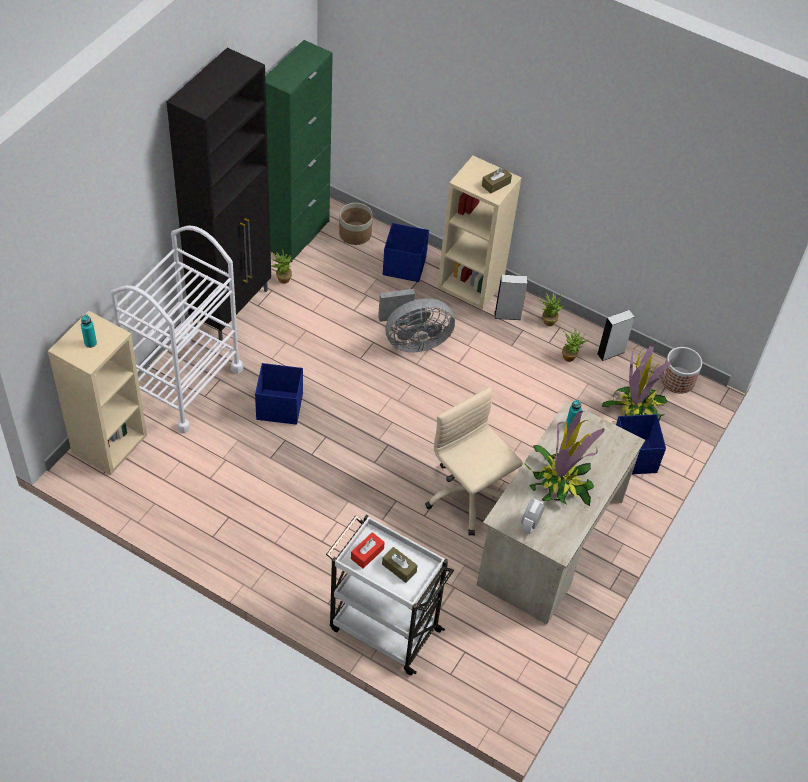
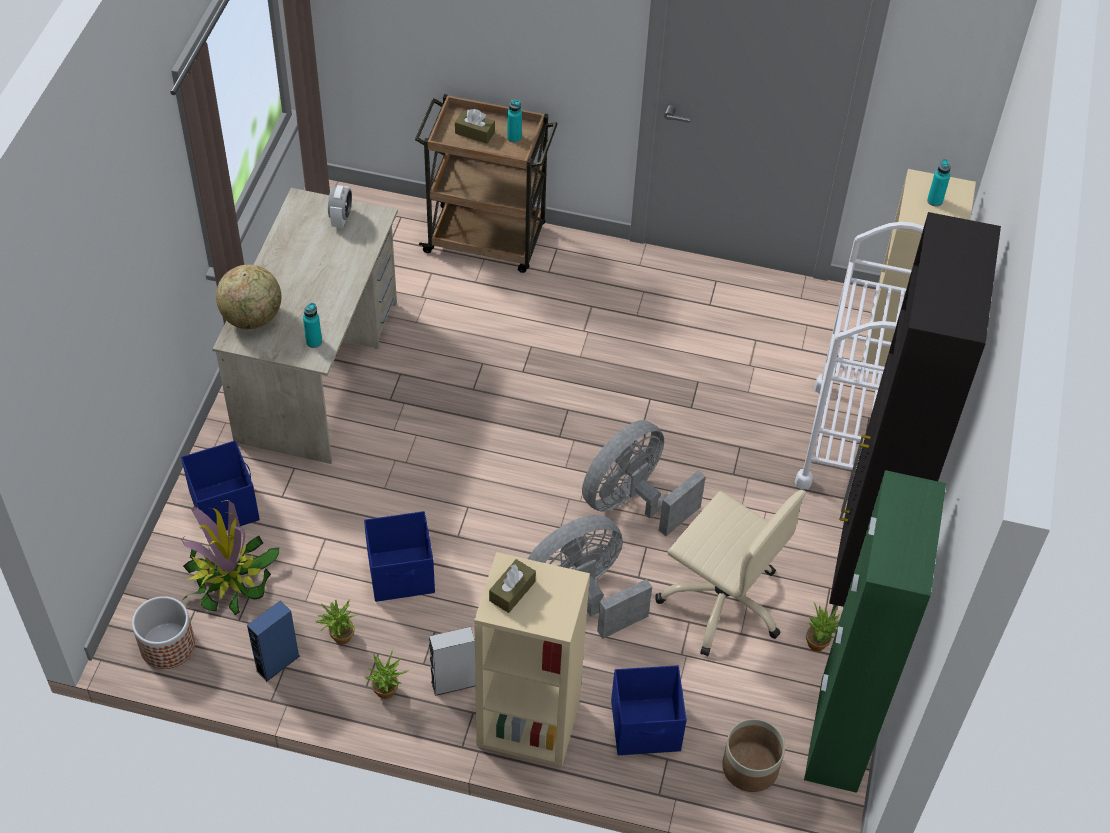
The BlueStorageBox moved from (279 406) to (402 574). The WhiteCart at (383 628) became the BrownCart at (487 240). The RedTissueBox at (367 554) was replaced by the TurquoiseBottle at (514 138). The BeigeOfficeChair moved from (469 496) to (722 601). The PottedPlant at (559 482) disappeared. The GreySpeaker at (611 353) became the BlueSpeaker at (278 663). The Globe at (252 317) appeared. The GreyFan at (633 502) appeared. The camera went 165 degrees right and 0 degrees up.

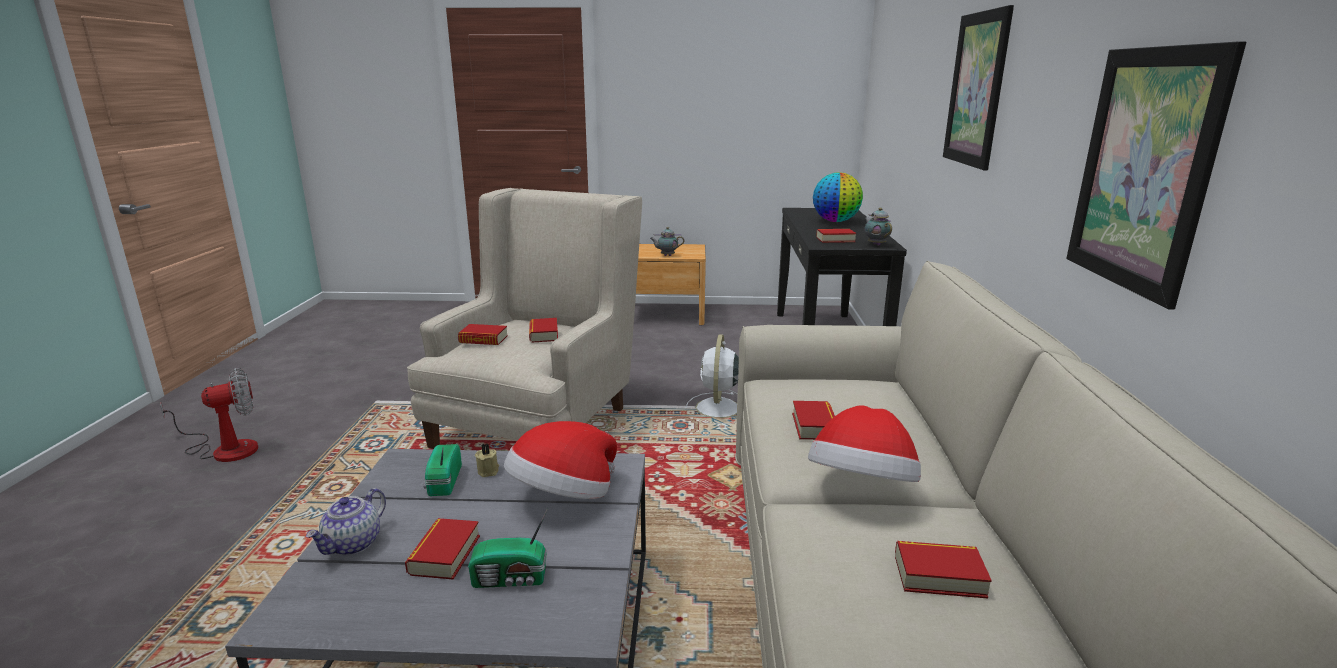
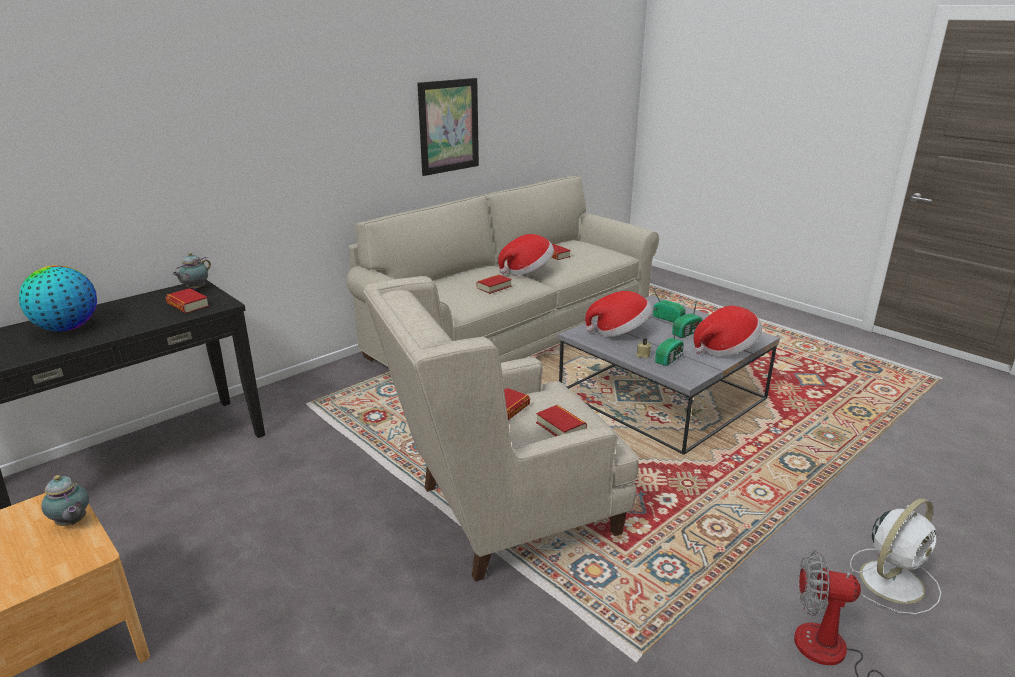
The Teapot at (353 544) was replaced by the Hat at (725 349). The Book at (444 555) was replaced by the Radio at (688 332). The WhiteFan moved from (717 409) to (893 580). The Picture at (976 89) disappeared. The camera went 135 degrees left and 5 degrees up.

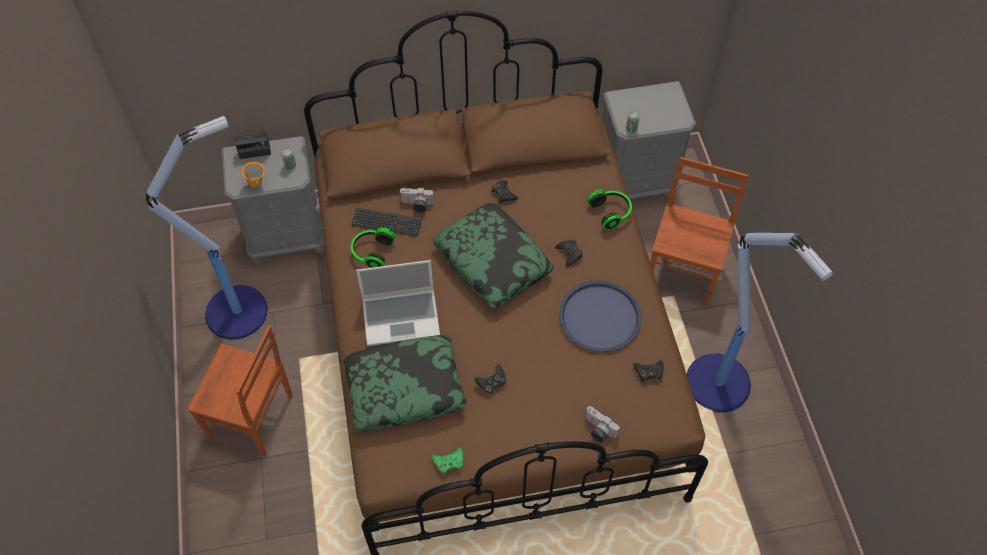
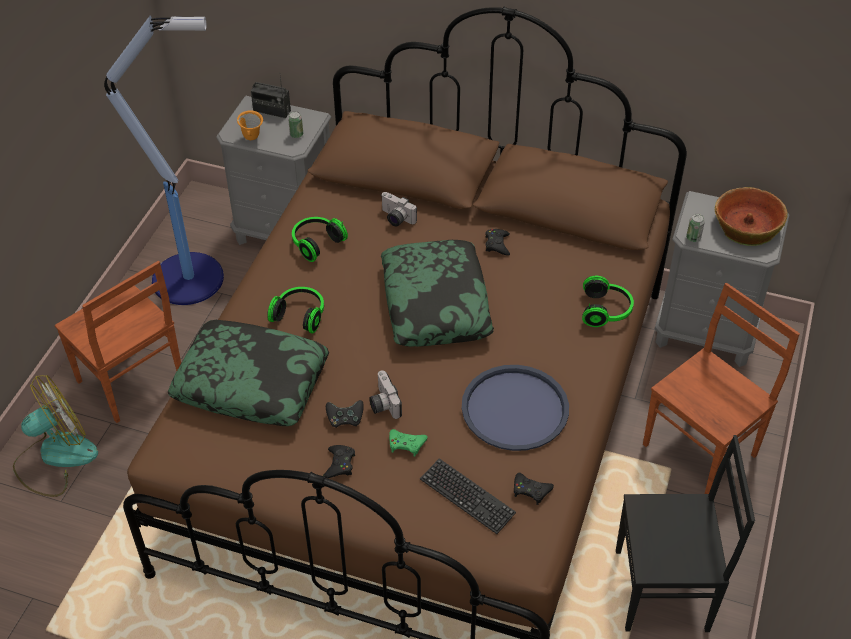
The Keyboard moved from (386 223) to (467 497). The Laptop at (402 317) was replaced by the Headphones at (300 315). The GreenGameController moved from (449 462) to (406 444). The BlackGameController moved from (569 254) to (339 464). The PhotoCamera moved from (598 430) to (382 403). The FloorLamp at (720 385) was replaced by the BlackChair at (663 591). The Fan at (55 457) appeared. The Bowl at (747 225) appeared. The camera went 30 degrees right and 10 degrees down.

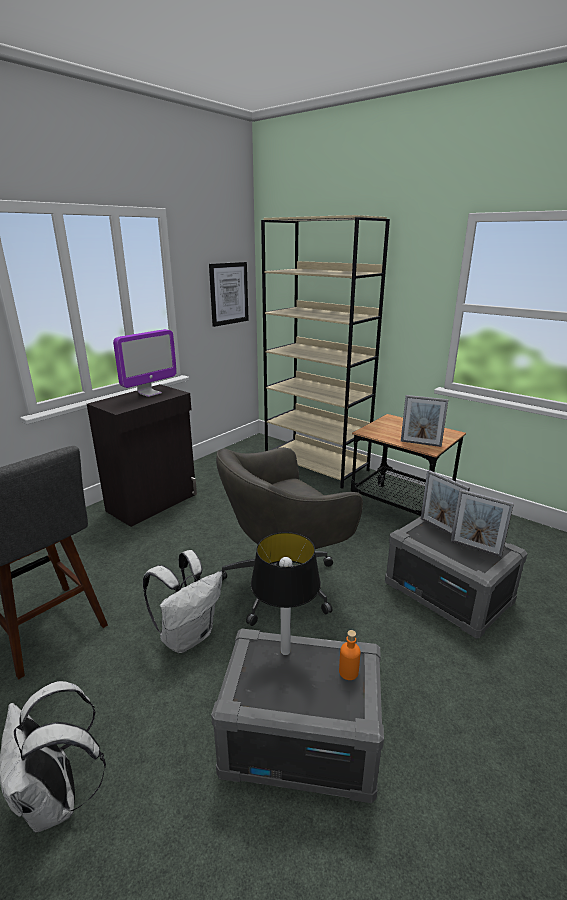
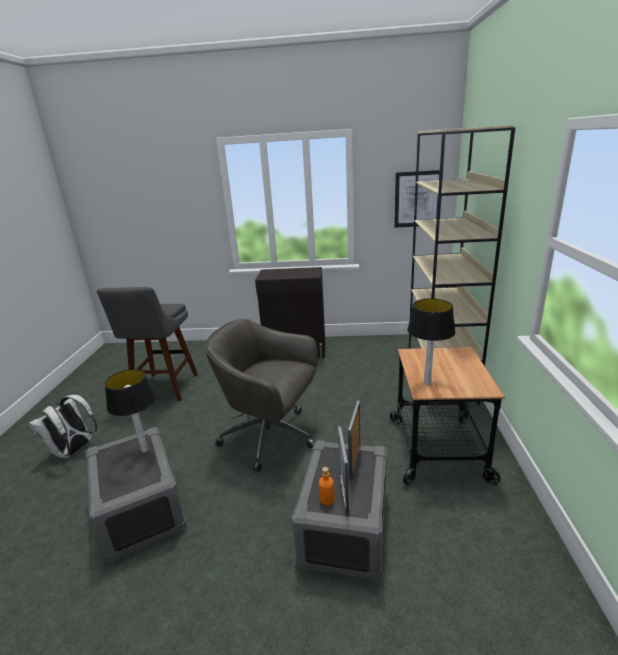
The Monitor at (149 393) disappeared. The WhiteBackpack at (188 636) disappeared. The OrangeBottle moved from (348 672) to (327 499). The PictureFrame at (420 443) was replaced by the TableLamp at (428 382). The camera went 55 degrees right and 0 degrees up.

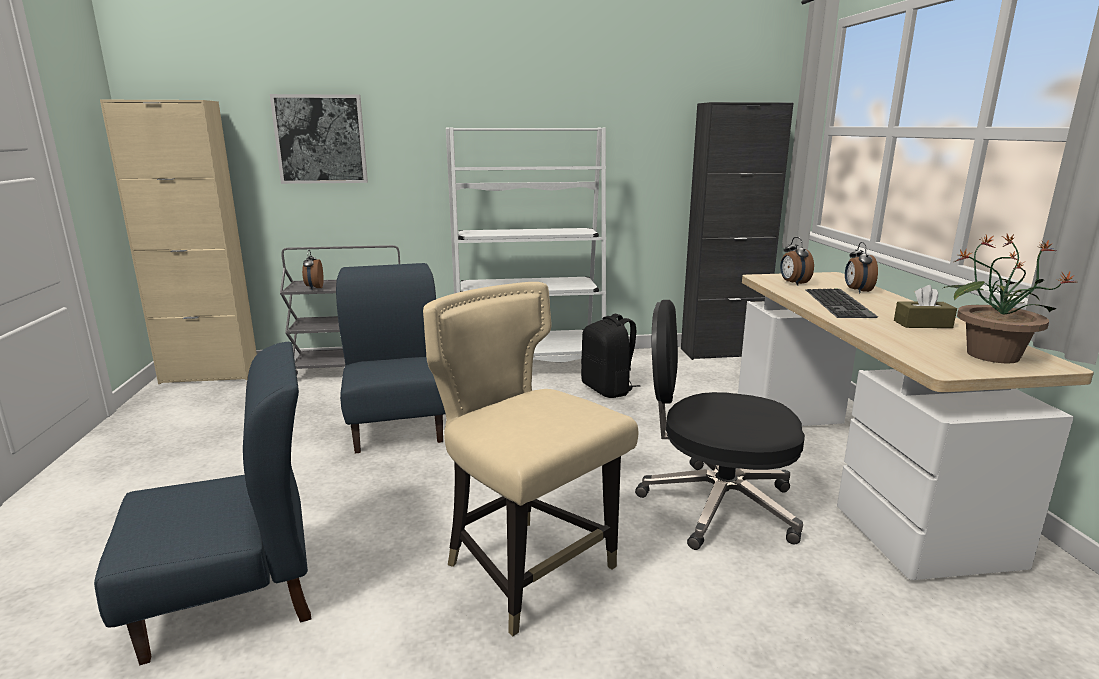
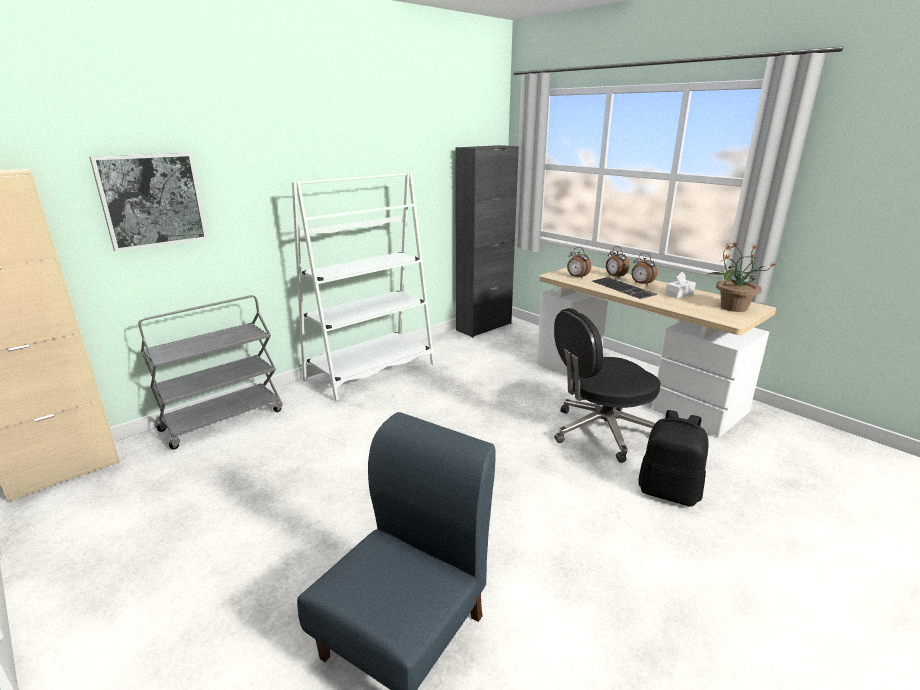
The AlarmClock moved from (314 288) to (641 284). The BlueChair at (398 426) disappeared. The BeigeChair at (528 570) disappeared. The BlackBackpack moved from (608 389) to (669 492). The BrownTissueBox at (922 324) became the WhiteTissueBox at (679 294). The camera went 35 degrees left and 5 degrees up.

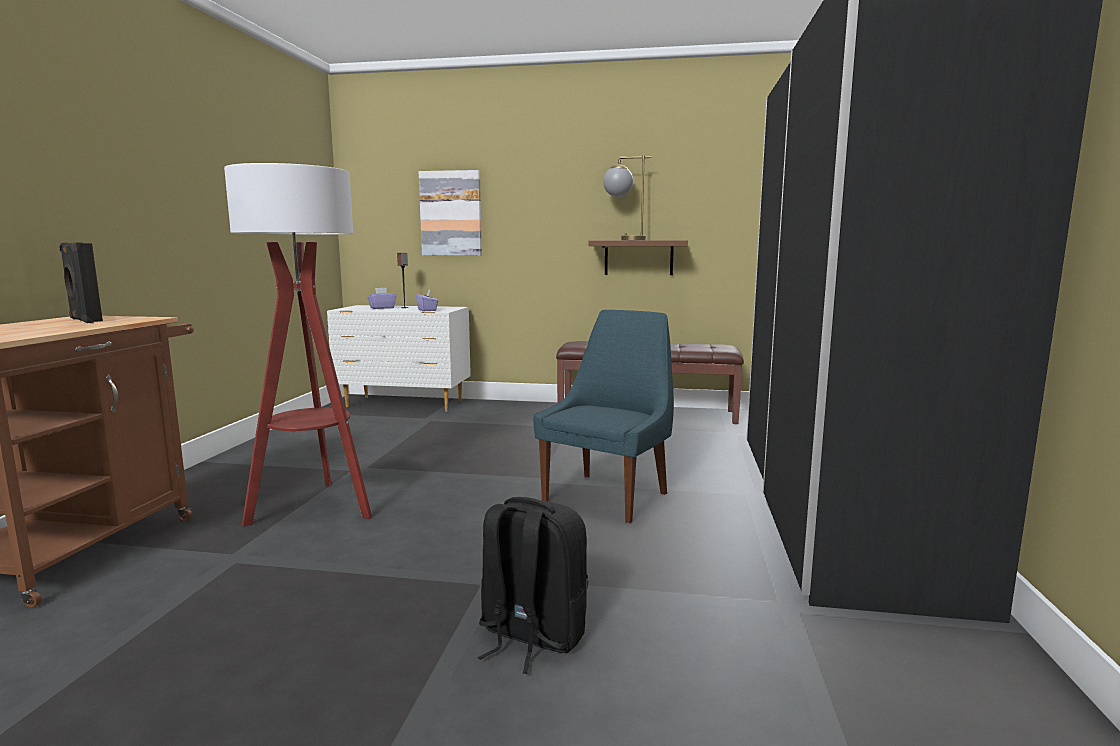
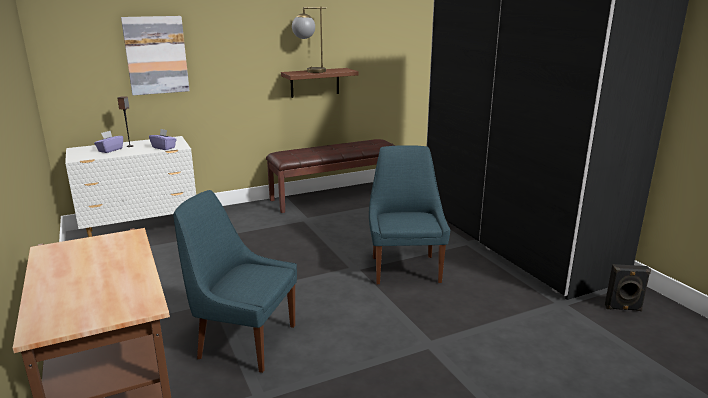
The BlackSpeaker moved from (84 320) to (623 308). The FloorLamp at (315 508) was replaced by the BlueChair at (244 341). The BlackBackpack at (531 636) disappeared. The camera went 35 degrees left and 10 degrees up.

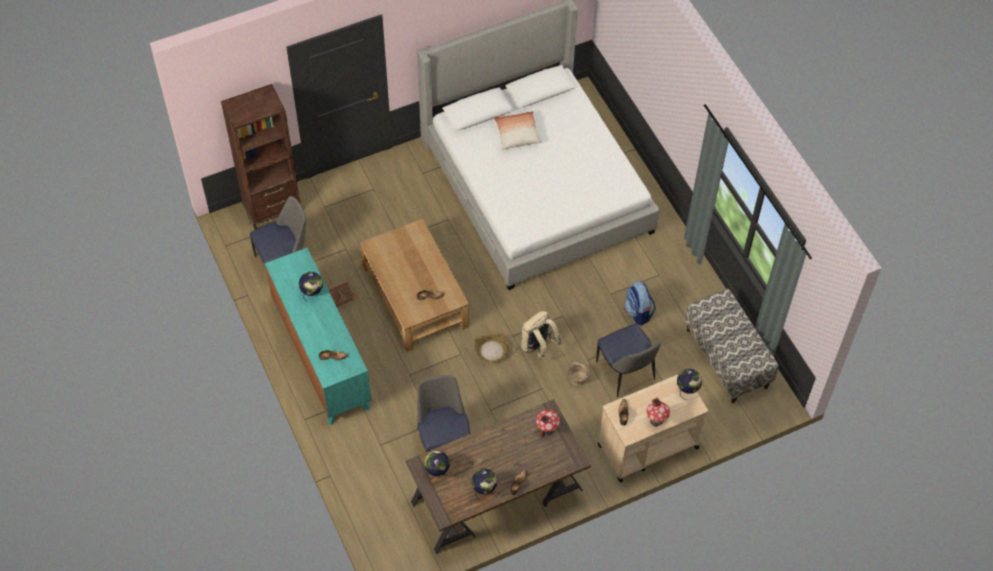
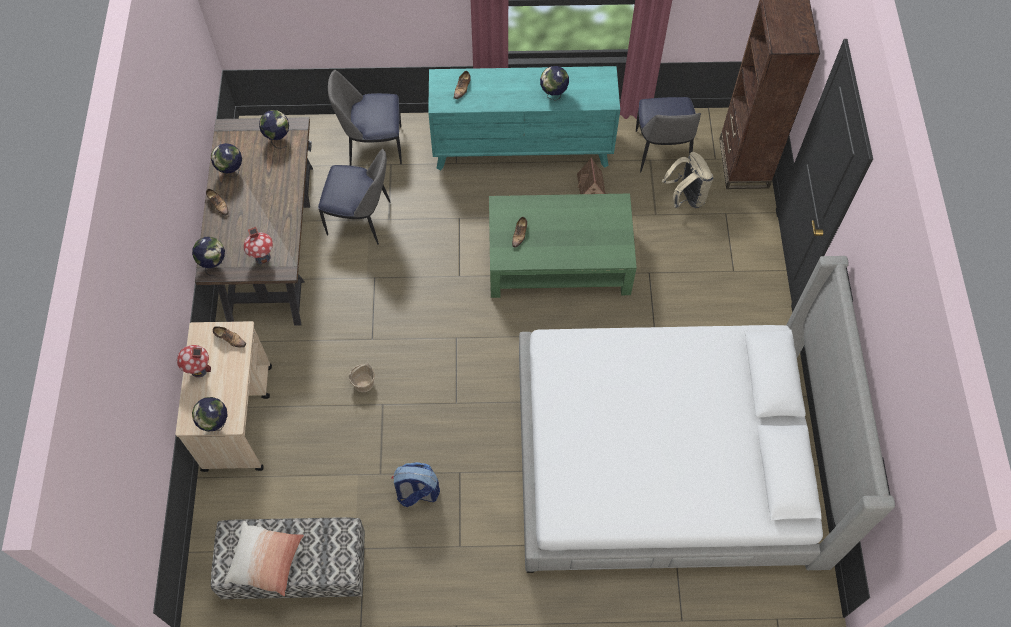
The BrownCoffeeTable at (415 295) became the GreenCoffeeTable at (559 259). The Basket at (491 351) disappeared. The Pillow moved from (517 135) to (266 561). The BeigeBackpack moved from (538 347) to (686 197). The Chair moved from (626 373) to (373 146). The Globe at (214 264) appeared. The camera went 115 degrees right and 5 degrees up.

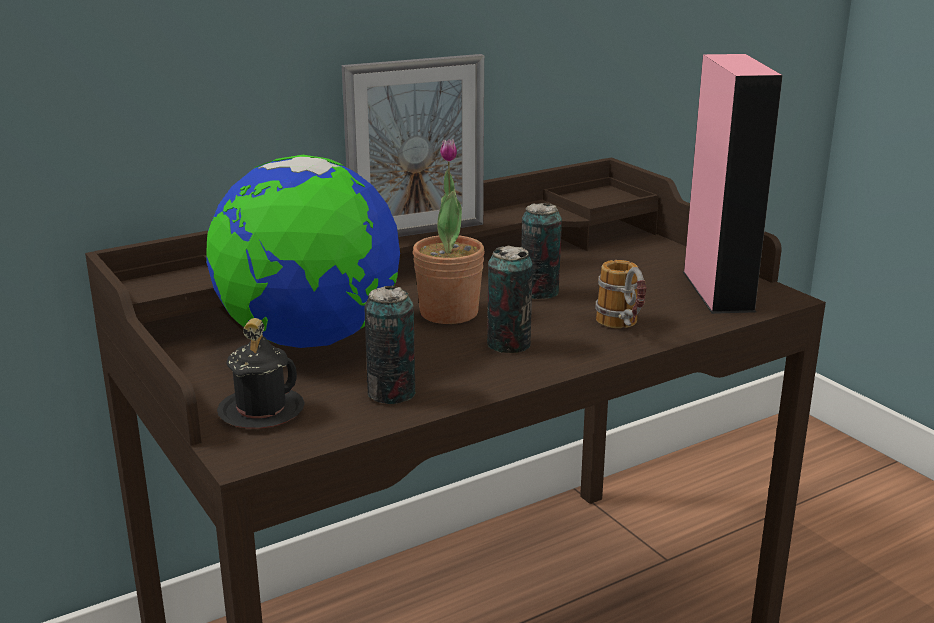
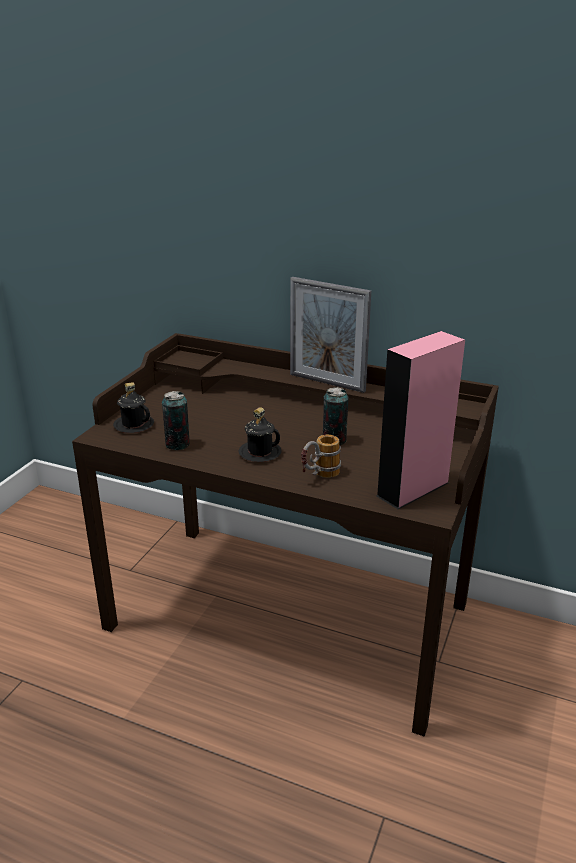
The Globe at (309 340) disappeared. The PottedPlant at (449 313) disappeared. The Can at (508 344) was replaced by the BlackMug at (260 453). The camera went 55 degrees right and 5 degrees up.

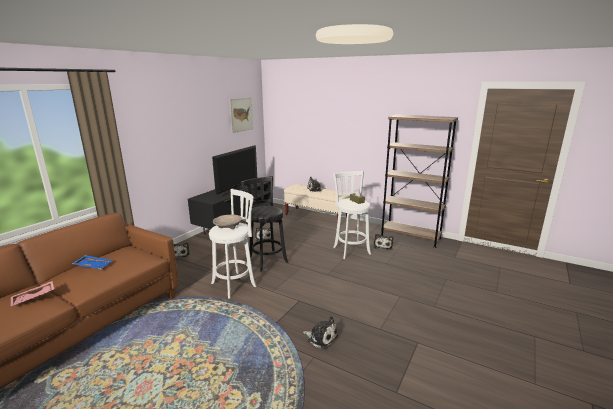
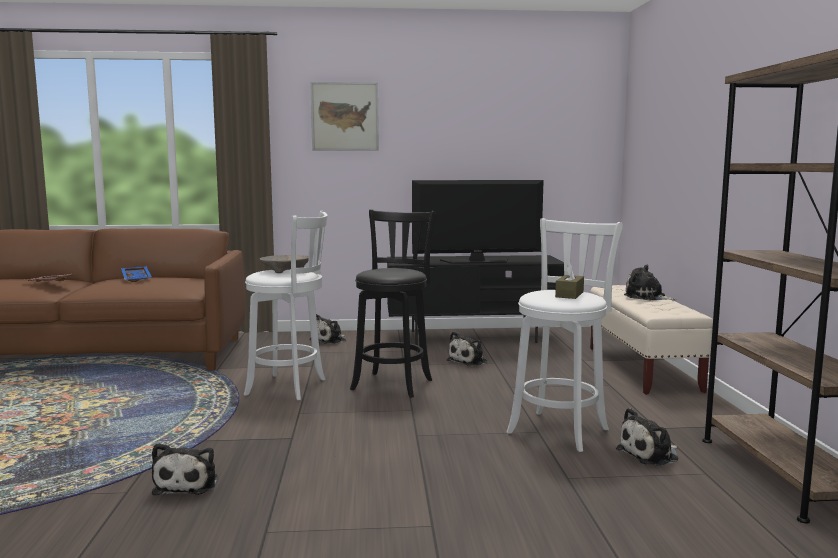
The Picture moved from (241 114) to (345 116). The camera went 55 degrees right and 10 degrees down.

